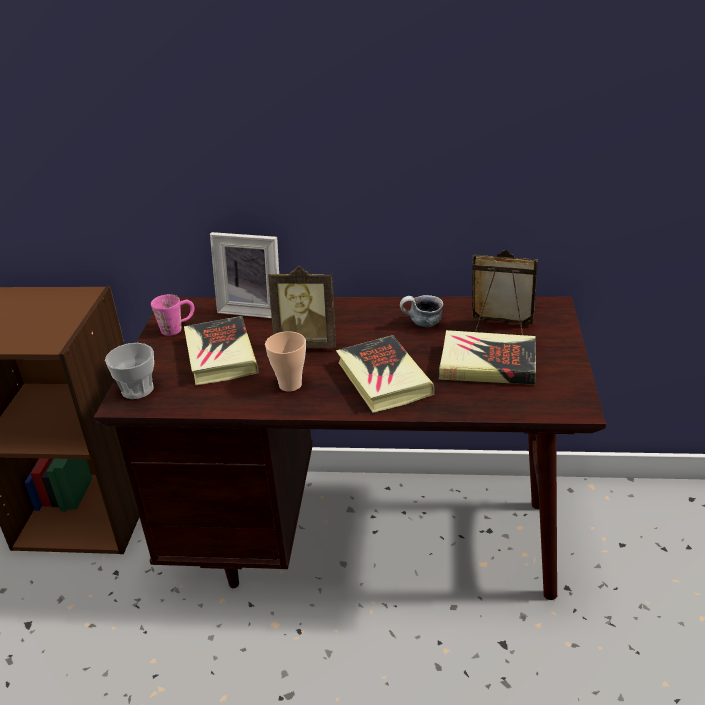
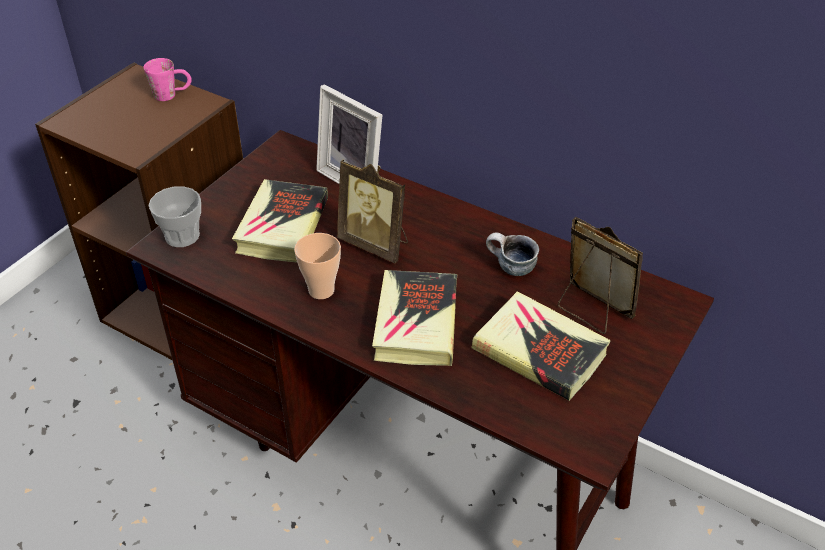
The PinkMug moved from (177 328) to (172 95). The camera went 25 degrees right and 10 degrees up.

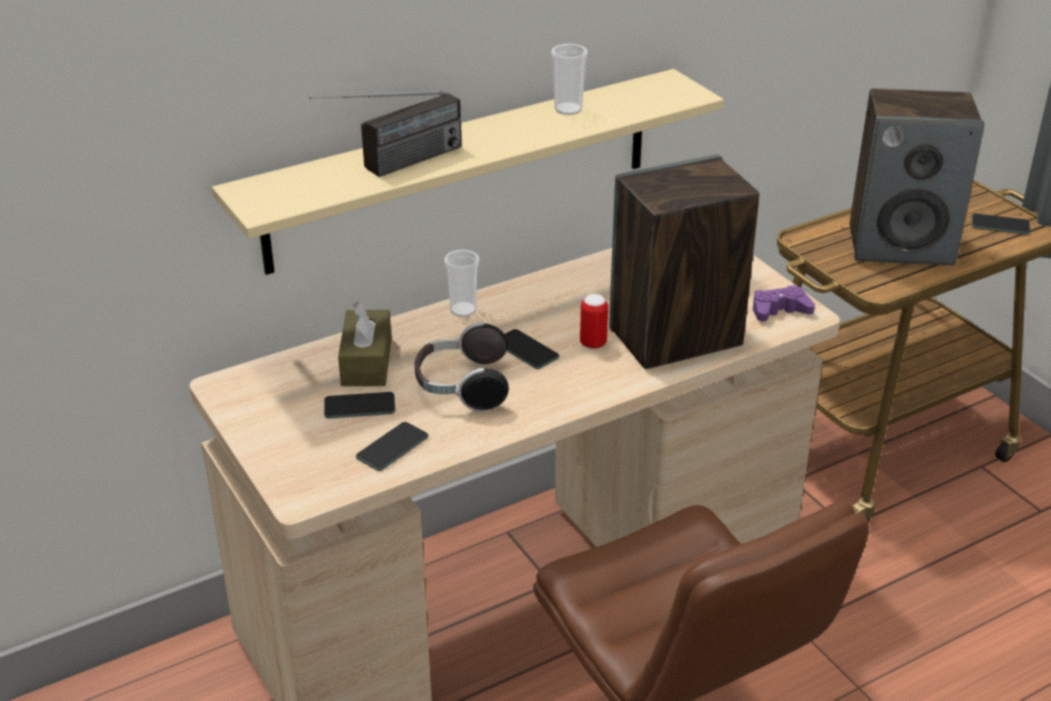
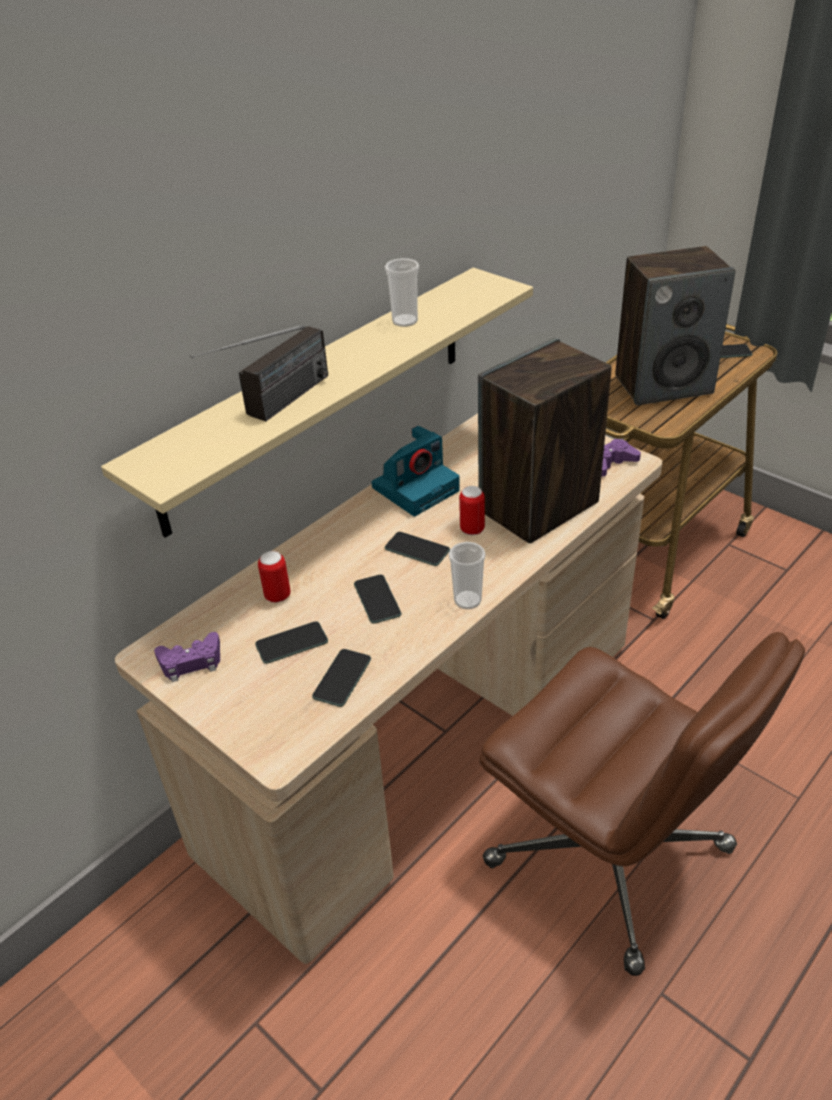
The BrownTissueBox at (366 362) was replaced by the Can at (277 596). The Headphones at (462 386) was replaced by the Phone at (377 599). The Cup moved from (463 310) to (467 600). The PurpleGameController at (191 662) appeared. The PhotoCamera at (416 488) appeared. The camera went 15 degrees left and 5 degrees up.

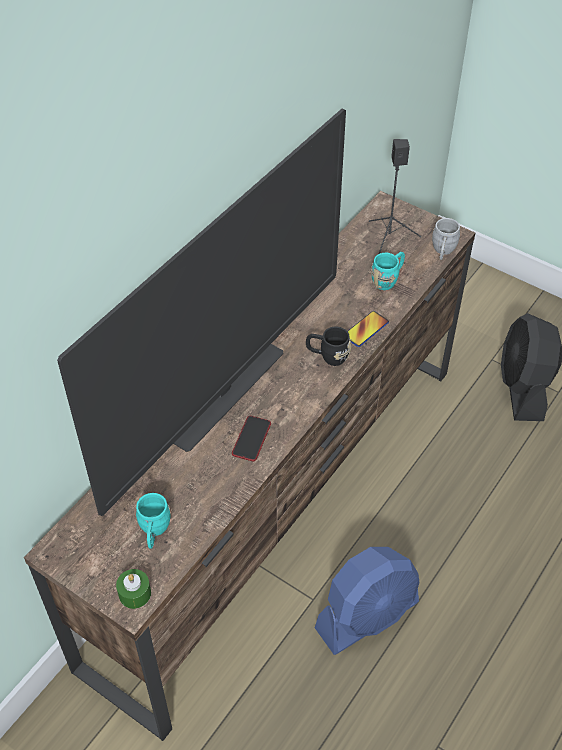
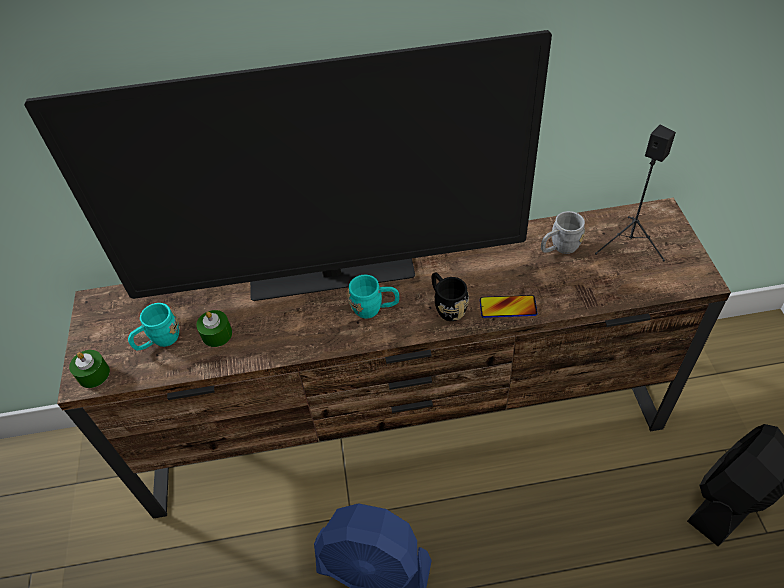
The Phone at (251 439) disappeared. The TurquoiseMug moved from (388 279) to (374 308). The GreyMug moved from (442 252) to (559 248). The GreenCandle at (217 334) appeared. The camera went 50 degrees right and 0 degrees up.

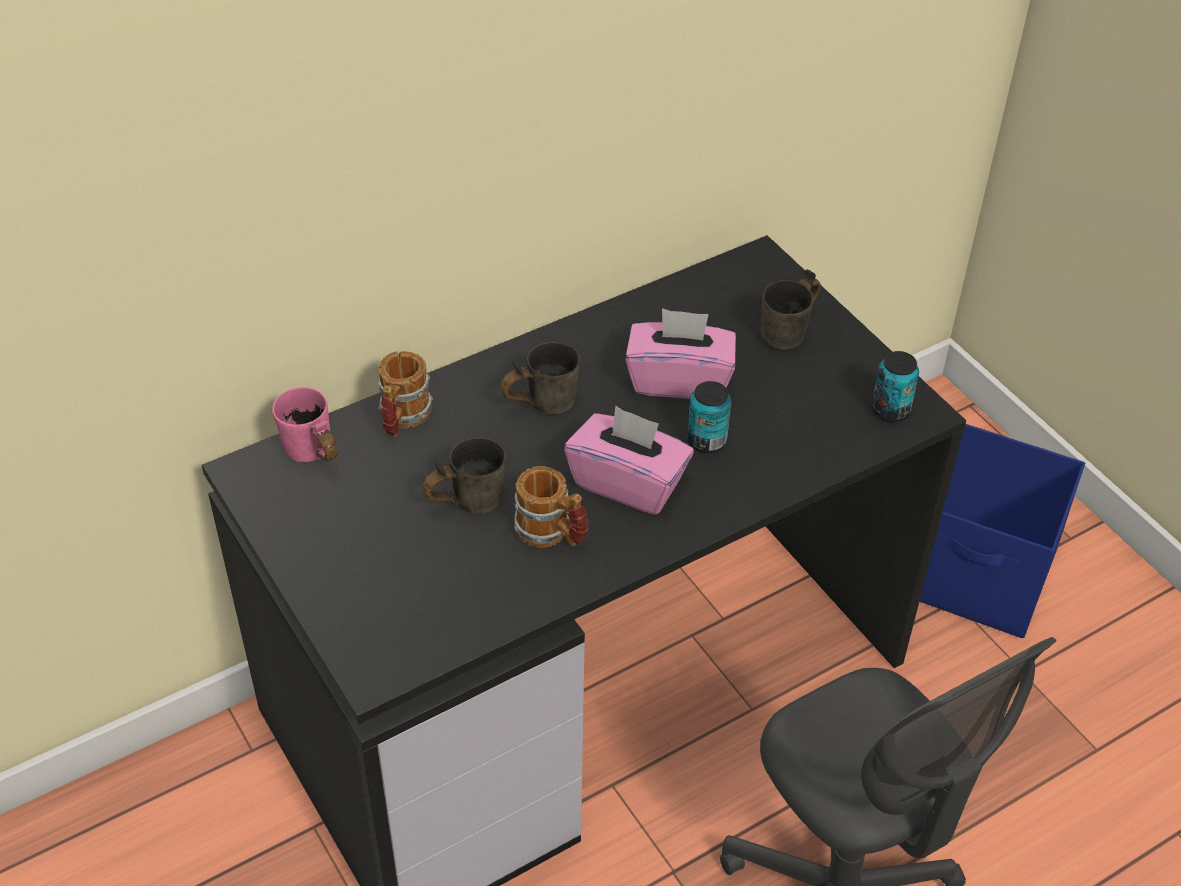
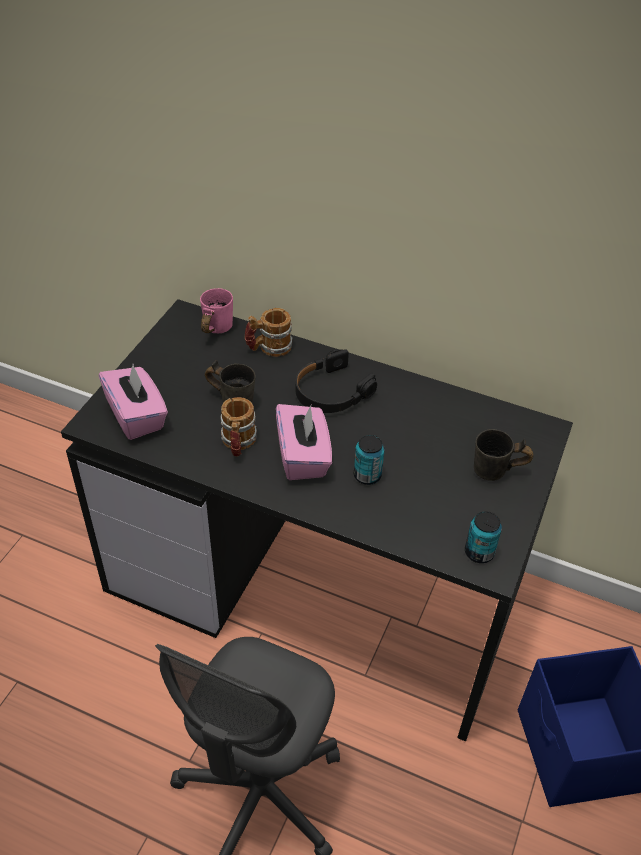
The GreyMug at (540 401) was replaced by the BlackHeadphones at (331 392). The PinkTissueBox moved from (679 379) to (137 416). The camera went 55 degrees right and 0 degrees up.

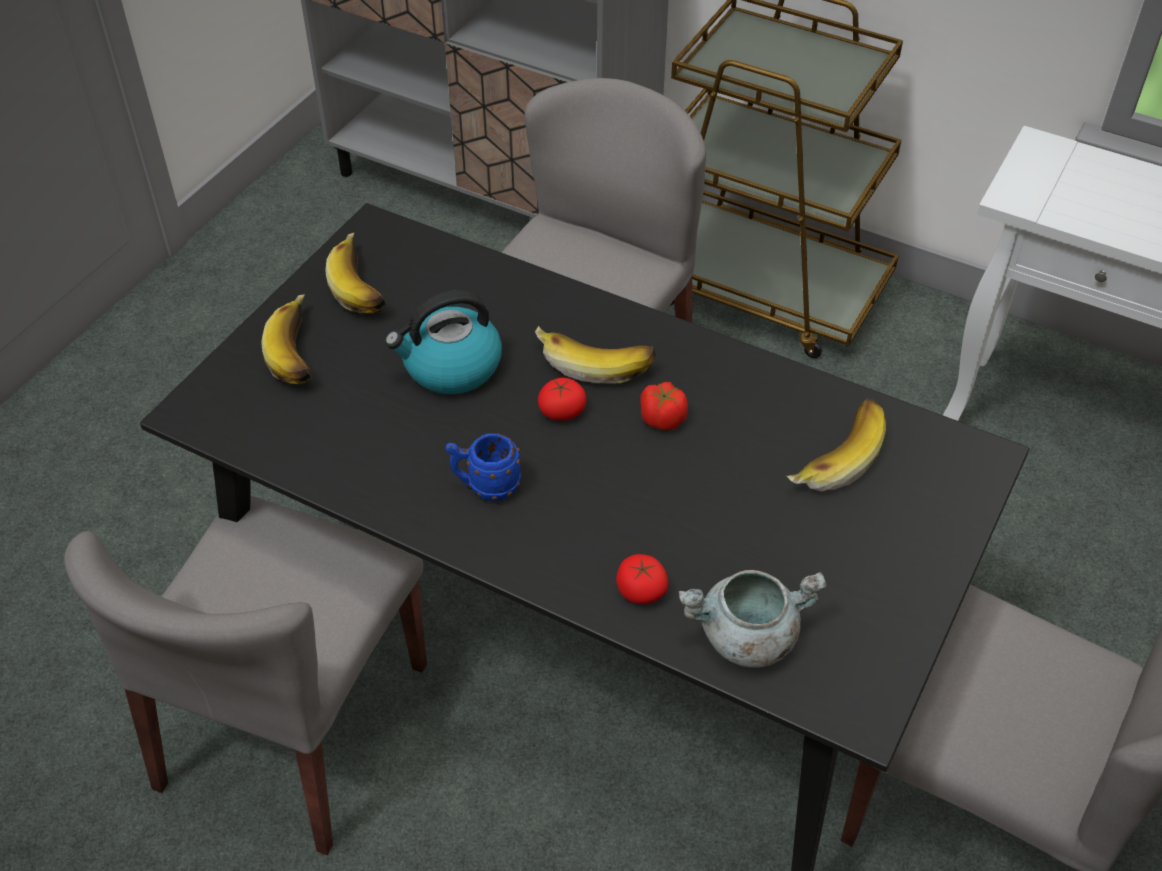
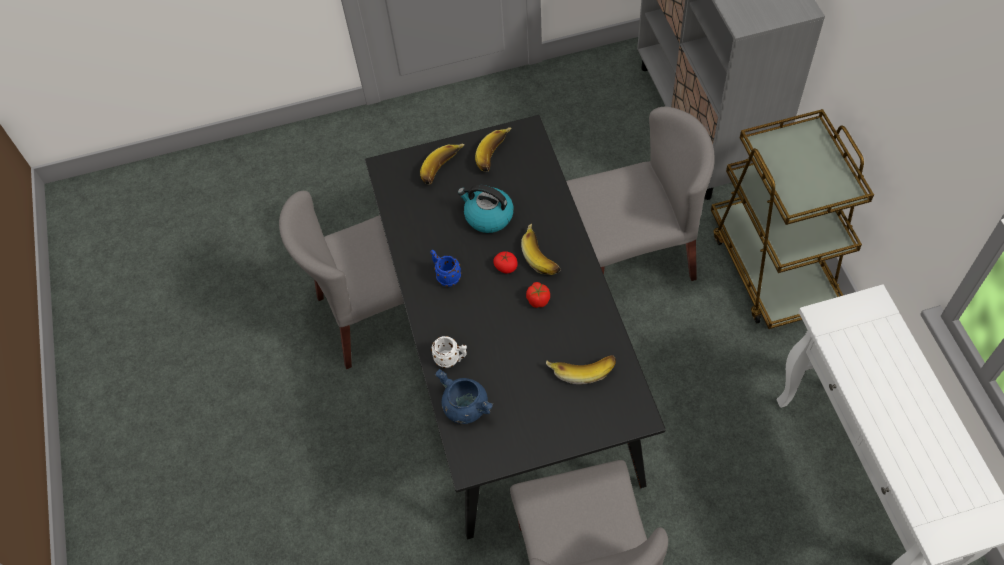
The Tomato at (641 590) was replaced by the WhiteMug at (451 359). The GreyCookingPot at (747 638) became the BlueCookingPot at (465 407). The camera went 50 degrees right and 10 degrees up.

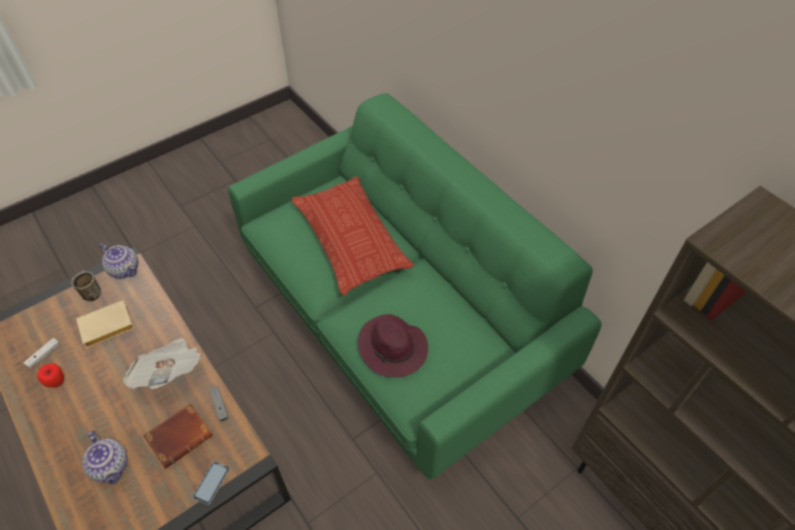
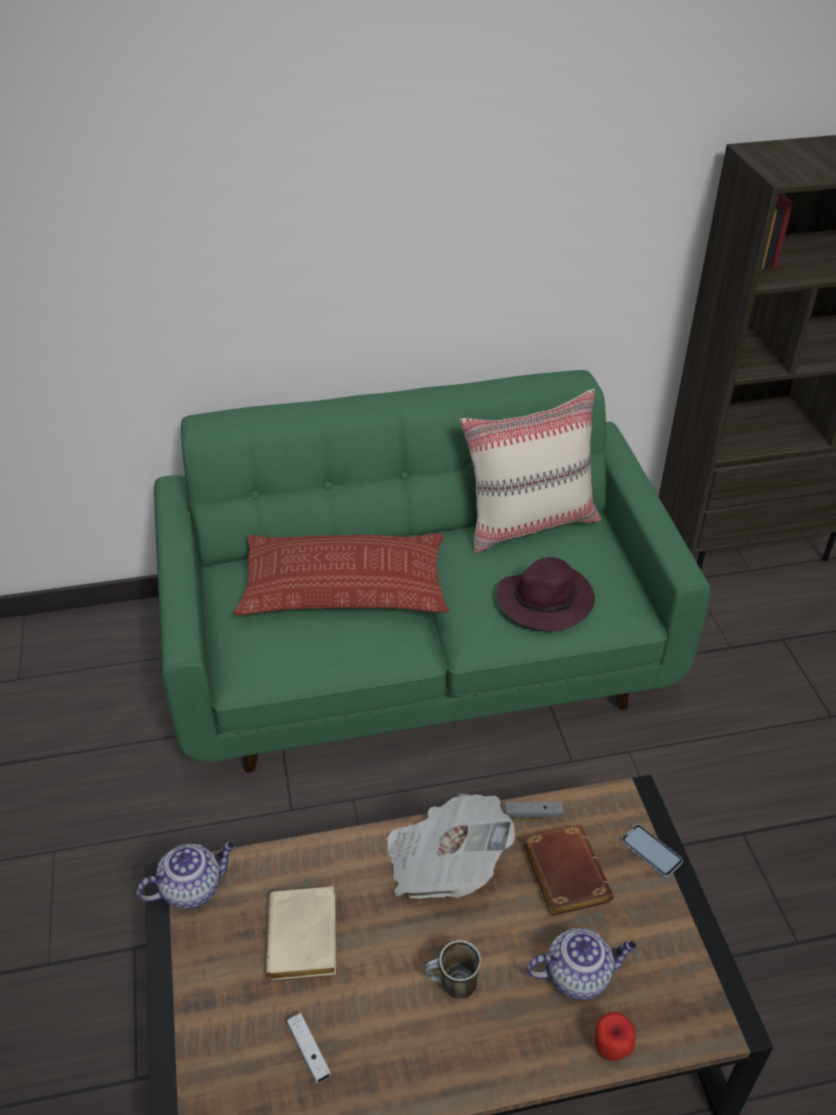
The Apple moved from (57 383) to (611 1049). The Mug moved from (91 293) to (452 986). The BeigePillow at (529 523) appeared. The camera went 65 degrees left and 10 degrees down.

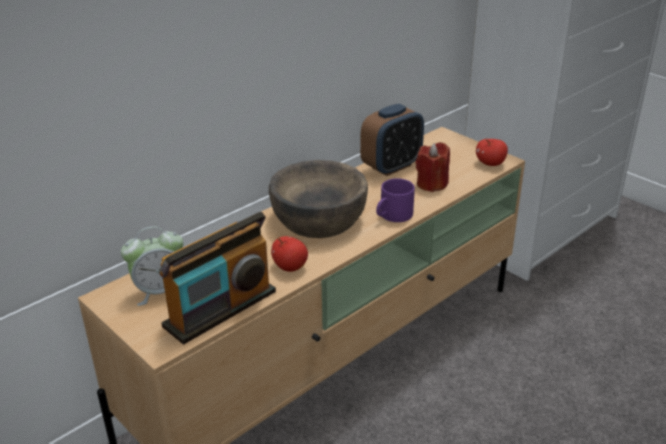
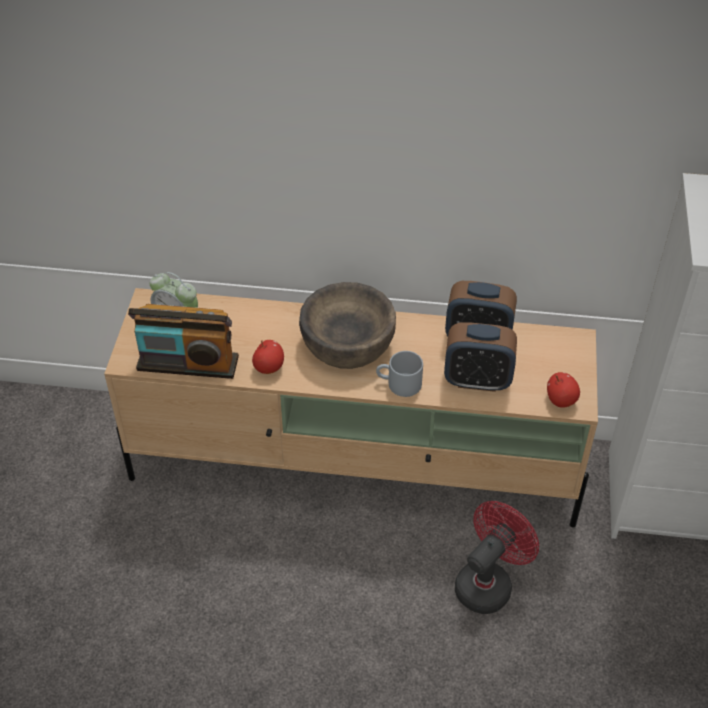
The PurpleMug at (393 216) became the GreyMug at (398 384). The RedCandle at (431 184) was replaced by the AlarmClock at (477 380). The RedFan at (488 582) appeared. The camera went 50 degrees right and 15 degrees up.

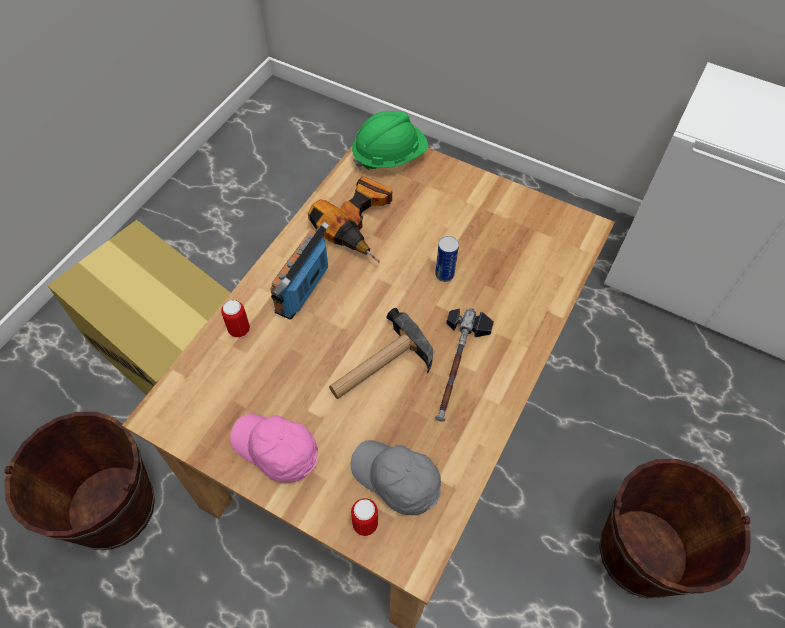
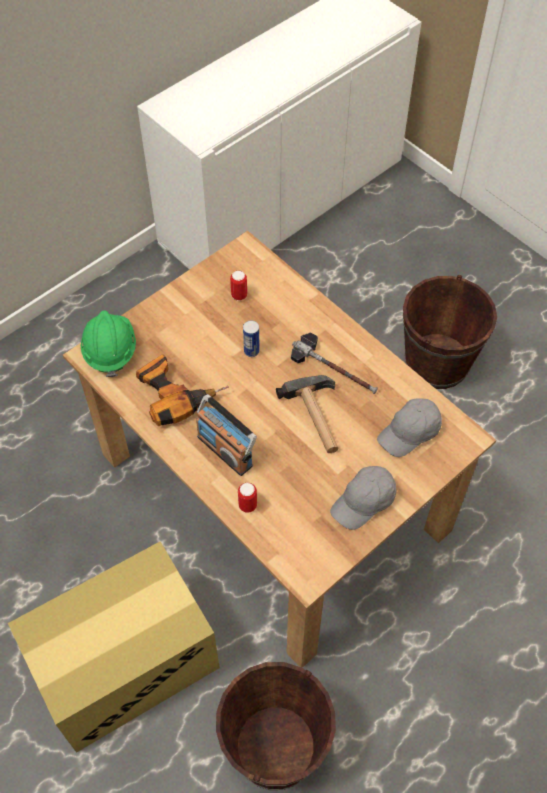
The PinkCap at (276 450) became the GreyCap at (364 502). The Can moved from (365 524) to (239 295). The camera went 70 degrees left and 0 degrees up.

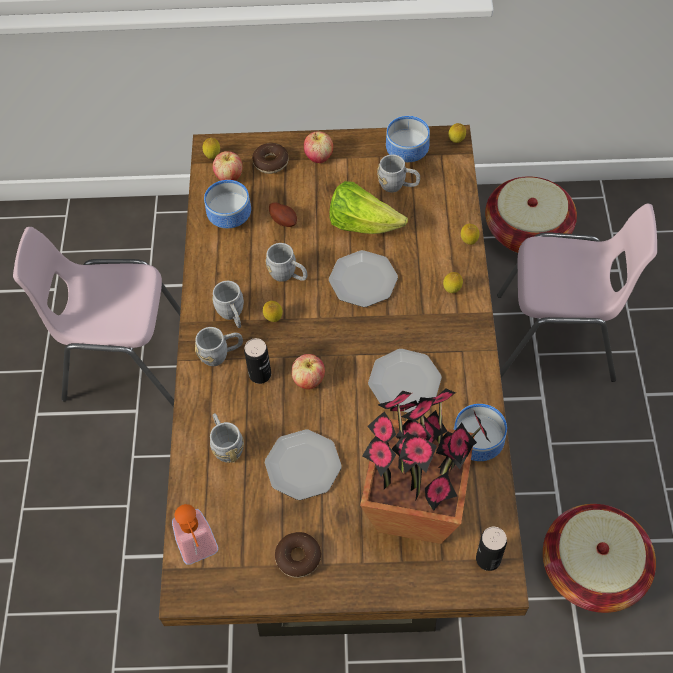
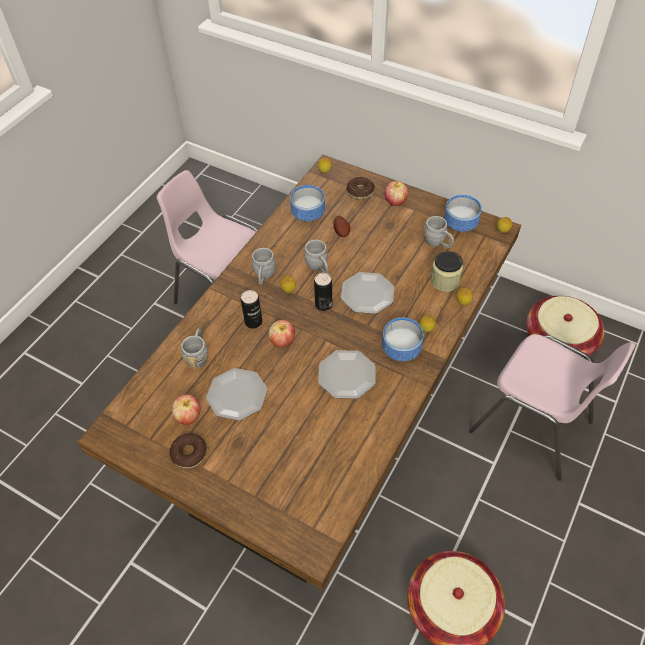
The SoapDispenser at (200 551) disappeared. The GreyMug at (221 354) disappeared. The Apple moved from (229 177) to (188 417). The Lettuce at (362 224) disappeared. The PottedPlant at (416 508) disappeared. The Bowl moved from (476 444) to (399 350). The Can moved from (488 559) to (323 304). The Jar at (445 281) appeared. The camera went 30 degrees right and 5 degrees down.

